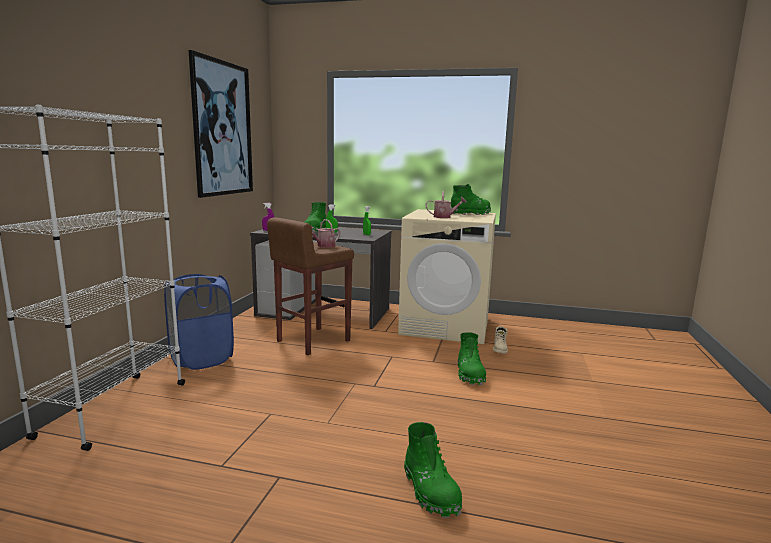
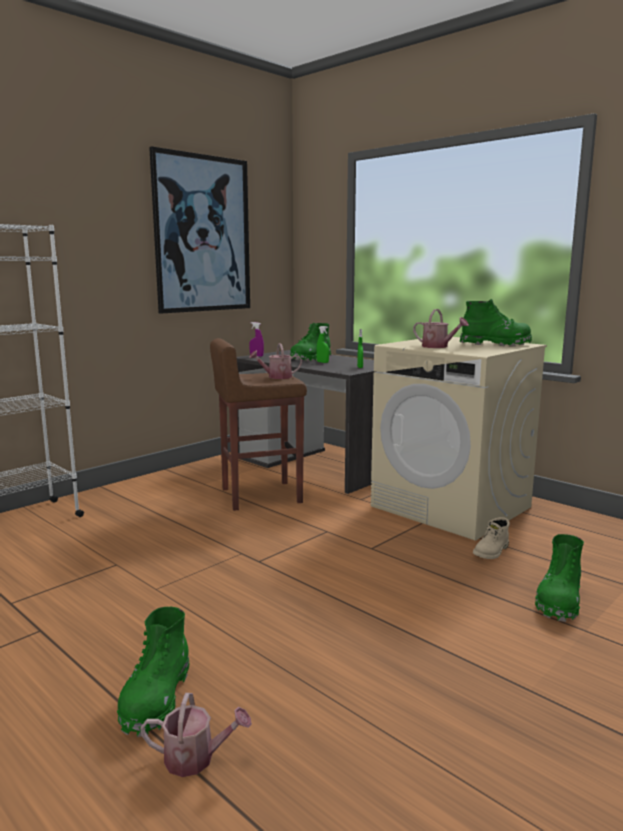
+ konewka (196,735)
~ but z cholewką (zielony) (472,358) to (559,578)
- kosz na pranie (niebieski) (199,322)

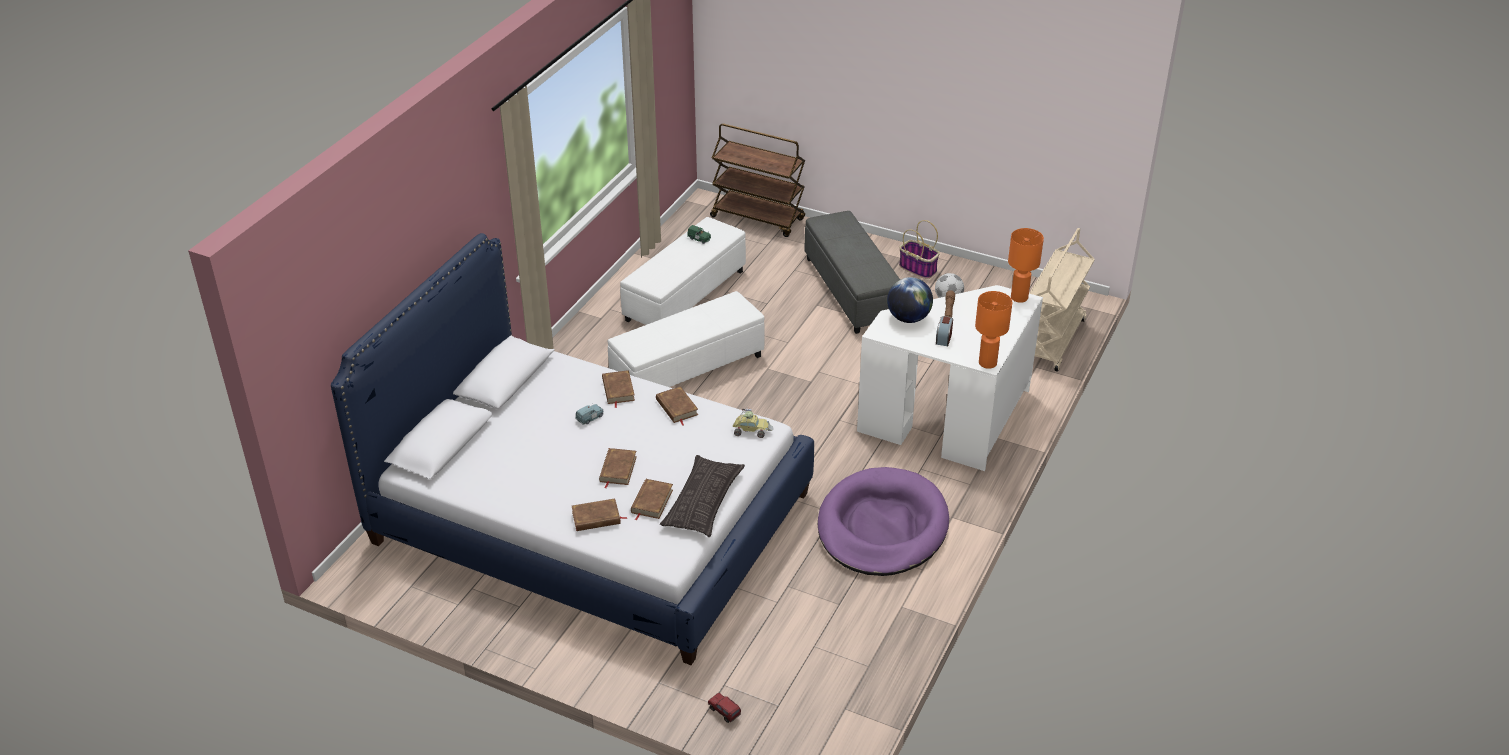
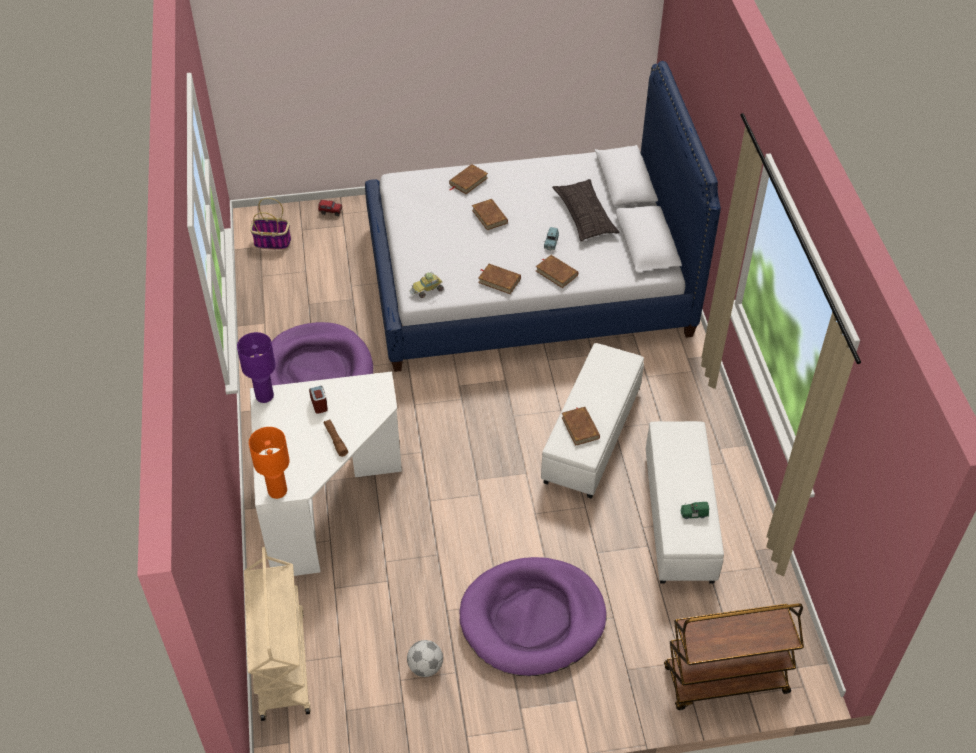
~ lampa stołowa (pomarańczowy) (993,330) to lampa stołowa (fioletowy) (256,367)
~ koszyk (919,249) to (270,224)
~ pufa (szary) (852,272) to legowisko (fioletowy) (533,616)
~ poduszka (702,496) to (586,210)
~ książka (brązowy) (652,499) to (581,426)
- globus (910,300)

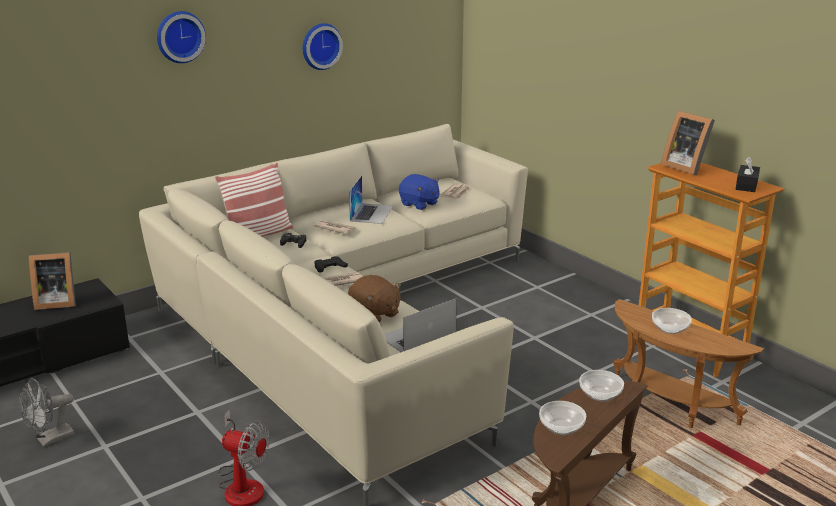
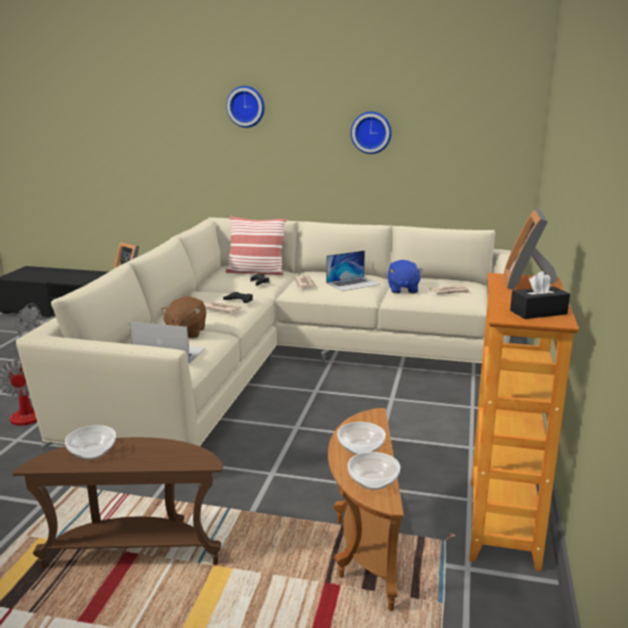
~ miska (601,385) to (374,471)

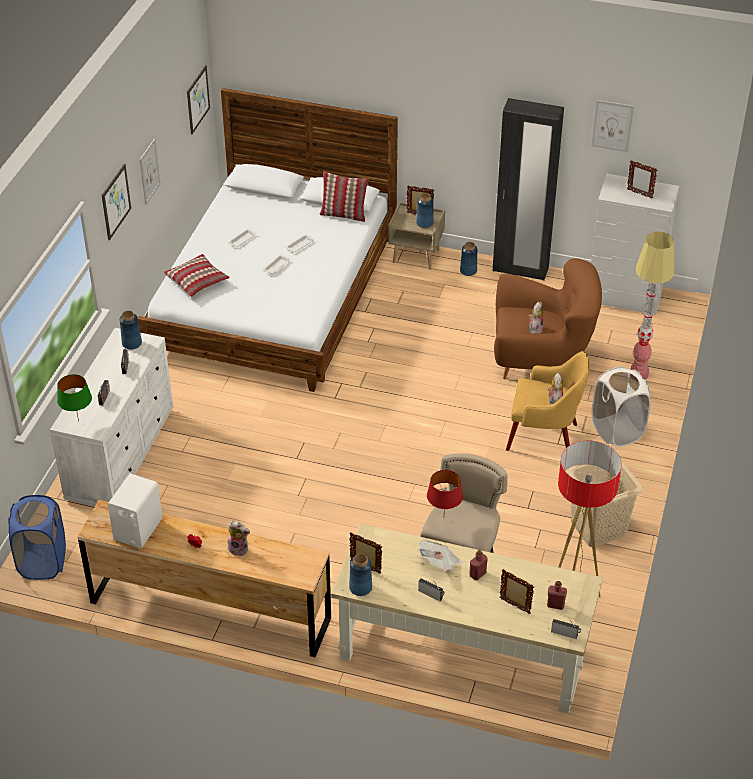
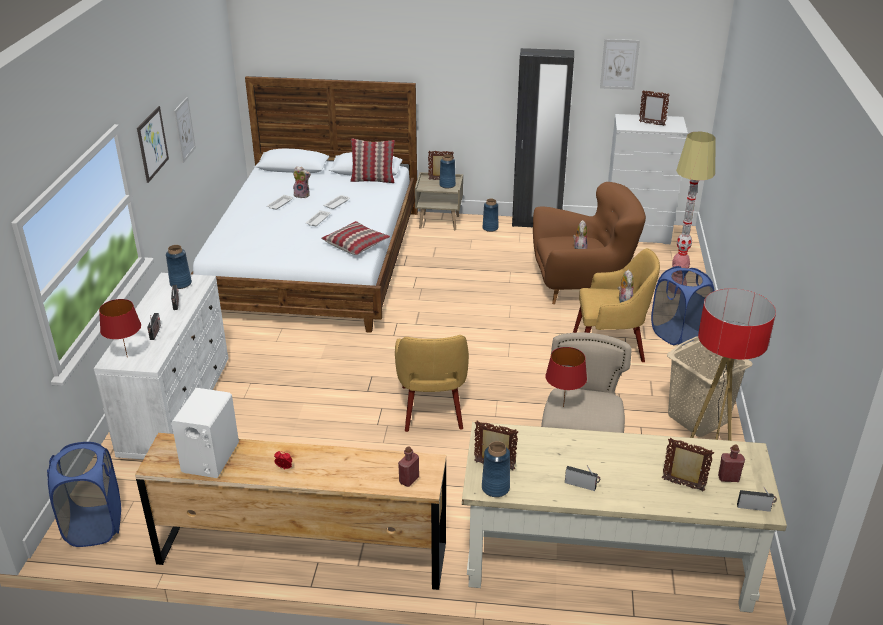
~ lampa stołowa (zielony) (74,398) to lampa stołowa (czerwony) (120,327)
~ pluszak (238,538) to (302,182)
~ poduszka (196,275) to (355,238)
+ fotel (żółty) (432,383)
~ butelka (czerwony) (478,565) to (408,466)
~ kosz na pranie (biały) (621,406) to kosz na pranie (niebieski) (682,305)
- obraz (198,99)
- gazeta (440,555)

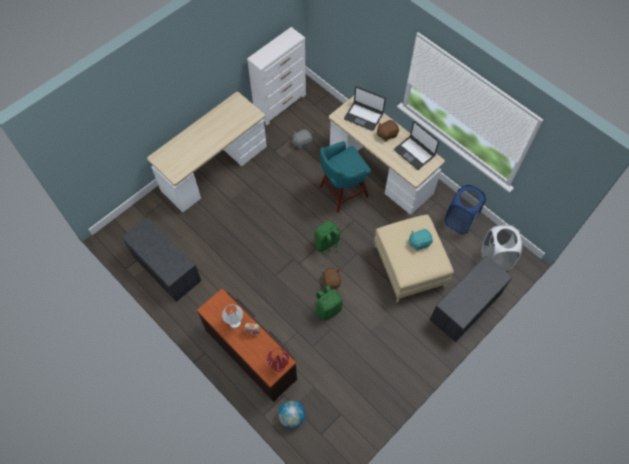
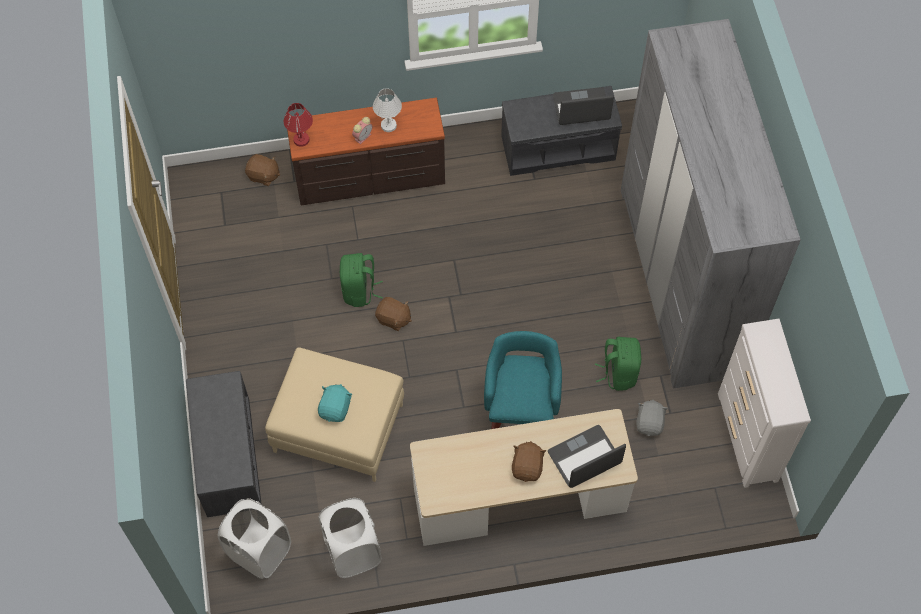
~ globus (291,414) to pluszak (brązowy) (262,170)
~ kosz na pranie (niebieski) (465,209) to kosz na pranie (biały) (350,538)
~ laptop (416,145) to (583,106)
~ plecak (zielony) (327,239) to (618,364)
~ biurko (207,152) to szafa (szary) (711,203)

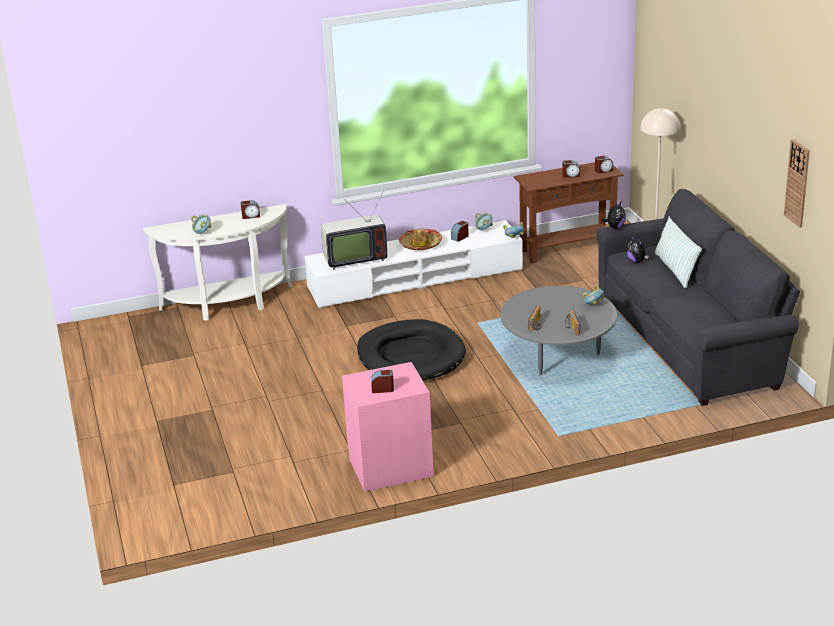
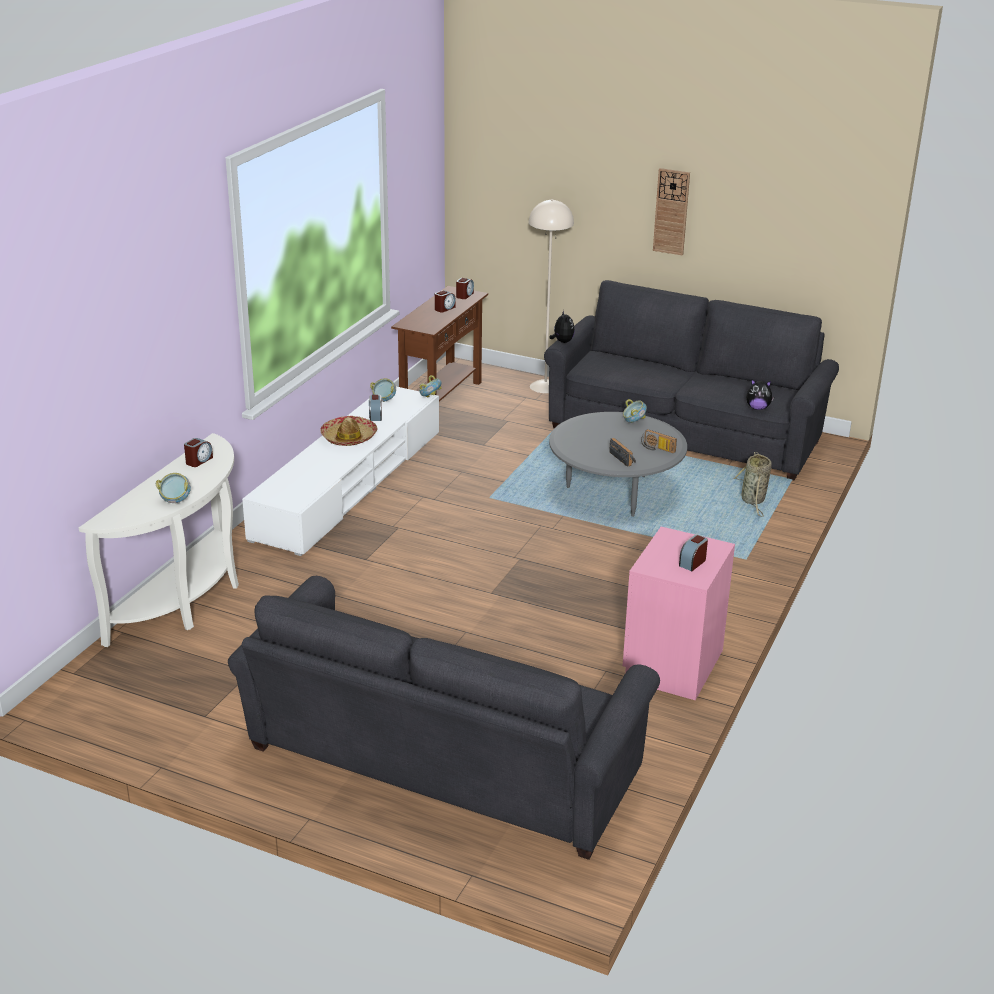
+ kanapa (szary) (444,718)
~ zegar ścienny (797,183) to (671,212)
+ koszyk (753,484)
~ pluszak (637,249) to (760,394)
- telewizor (354,231)
- legowisko (czarny) (411,349)
- poduszka (678,252)

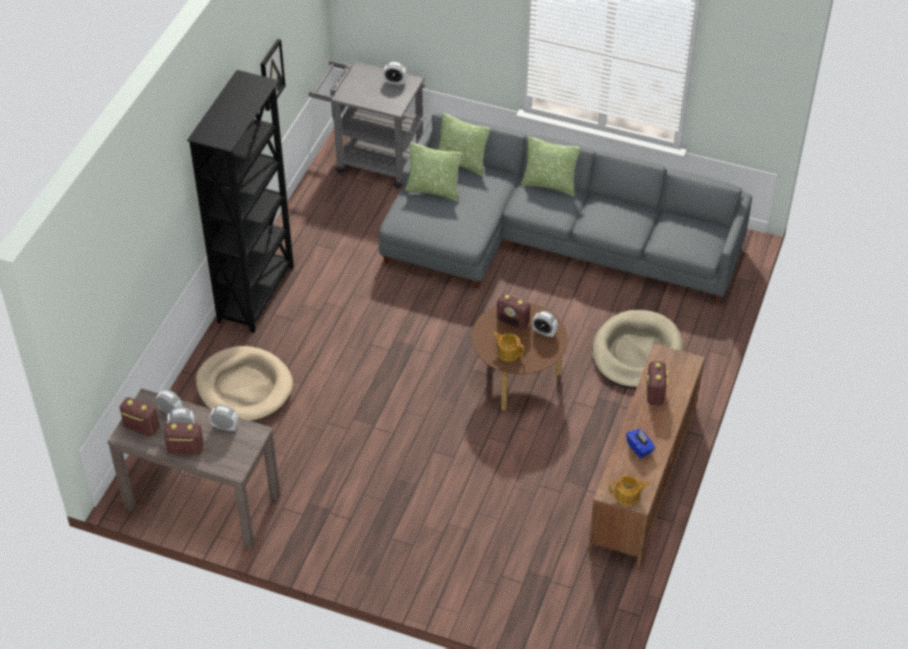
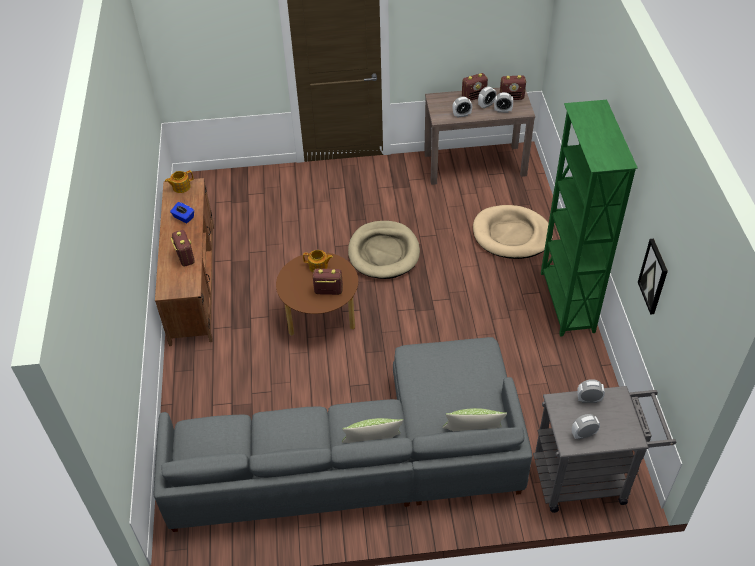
~ legowisko (beżowy) (637,349) to (384,250)
~ regał (czarny) (240,201) to regał (zielony) (589,218)
~ budzik (545,324) to (591,391)
- poduszka (434,172)

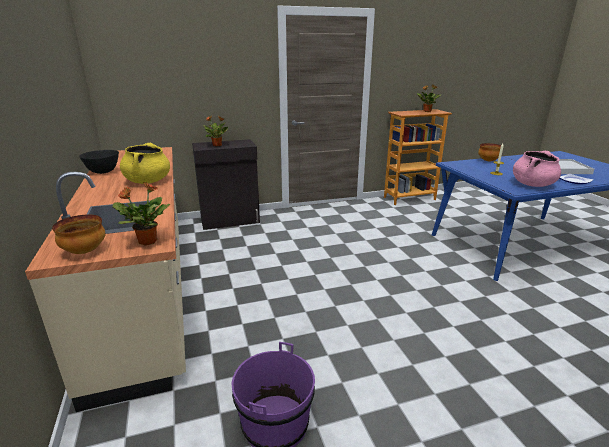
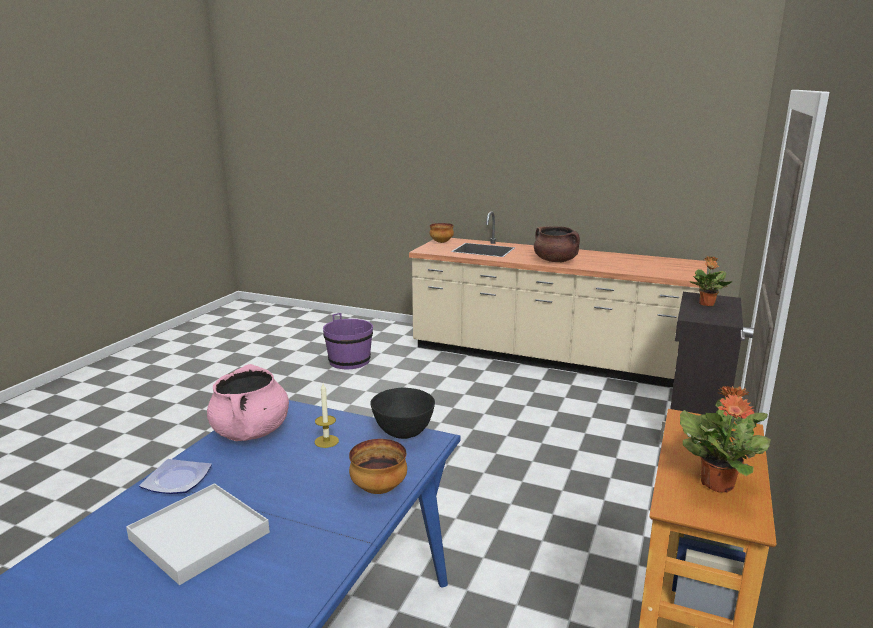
~ miska (czarny) (99,162) to (402,413)
~ garnek (żółty) (145,163) to garnek (brązowy) (557,244)
- roślina doniczkowa (142,213)

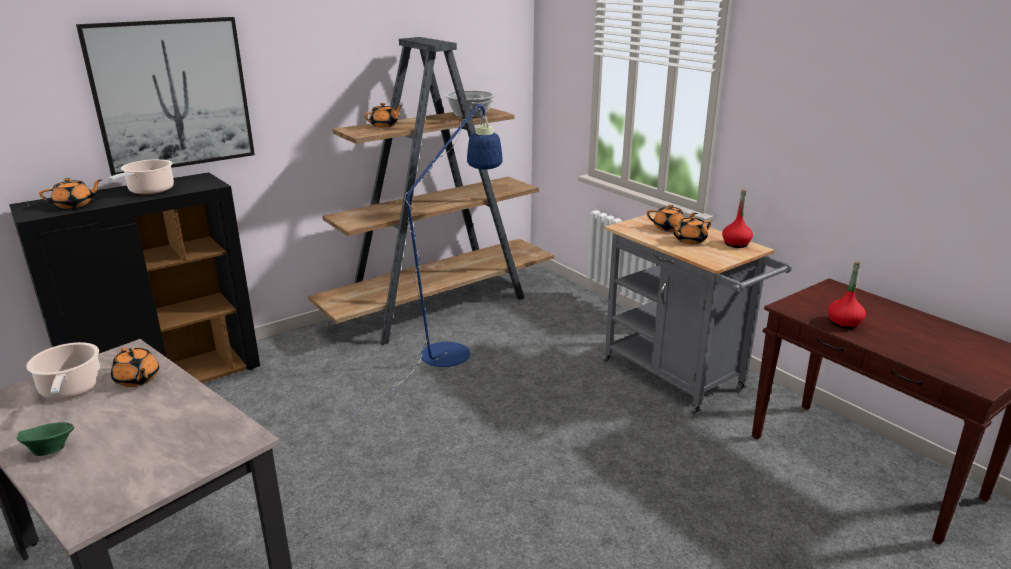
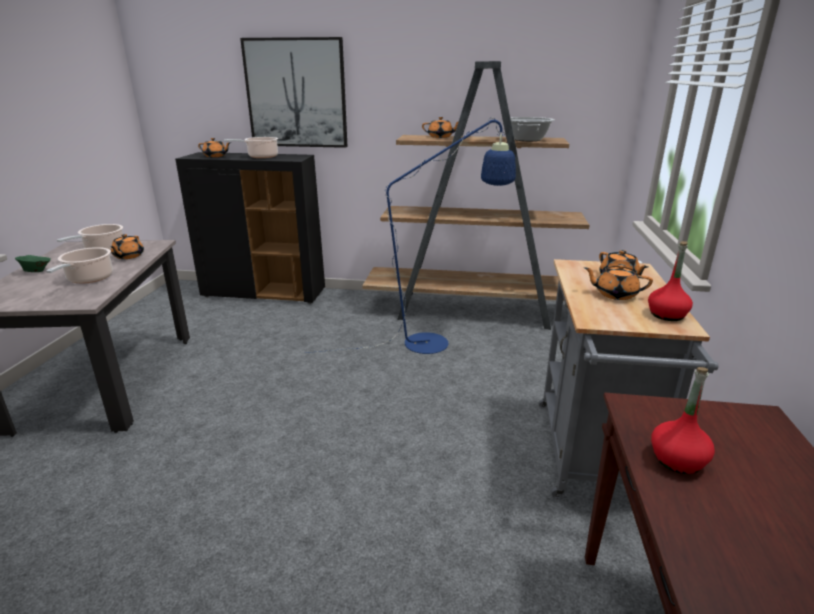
+ garnek (79,265)

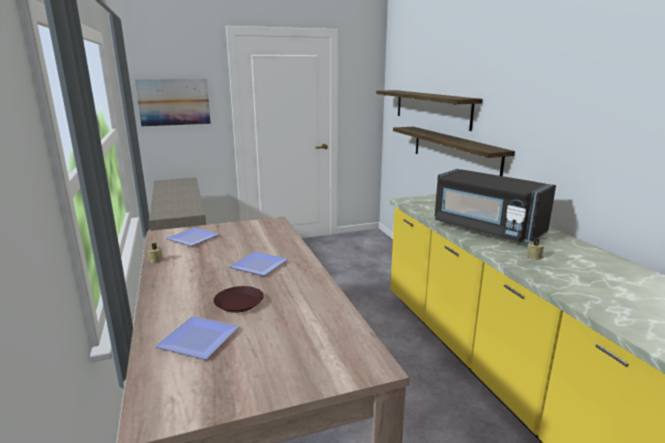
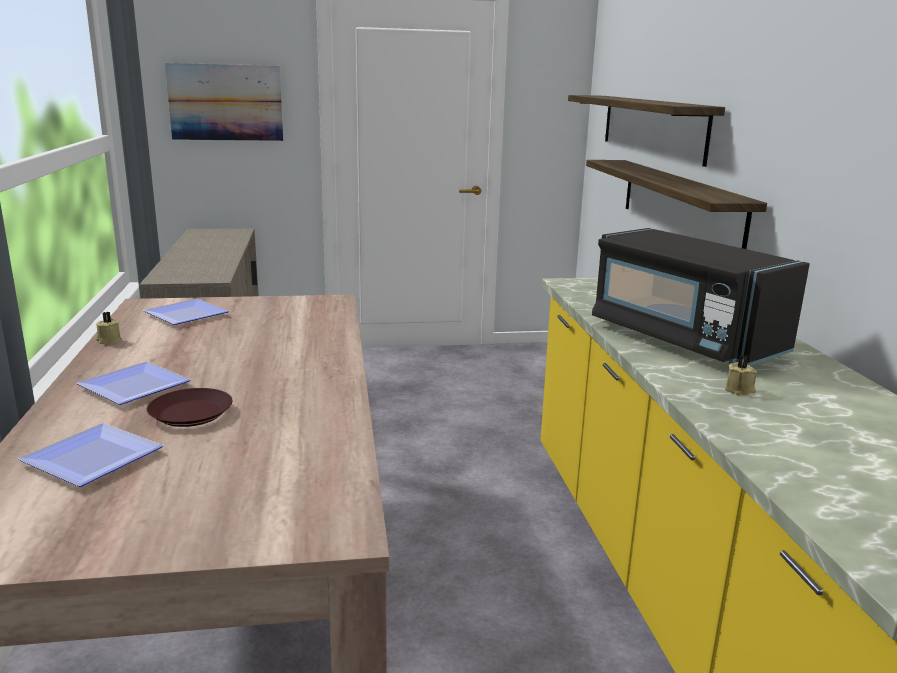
~ talerz (258,264) to (133,383)

